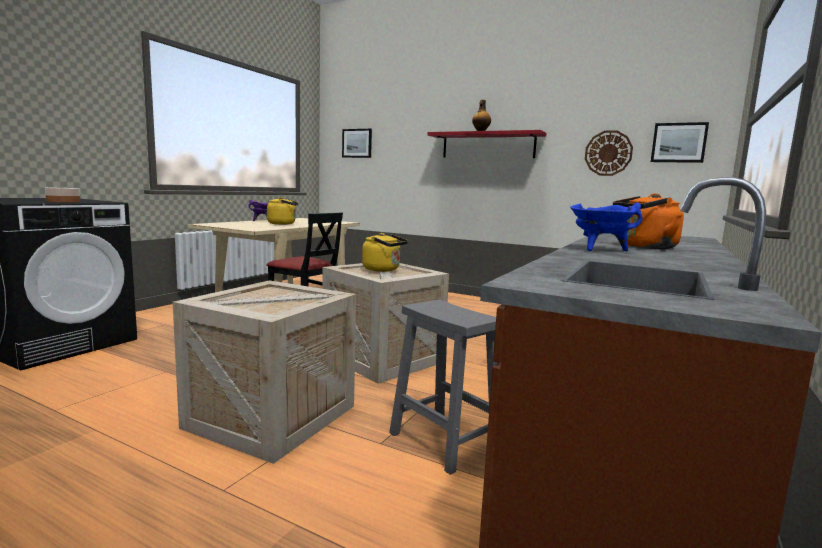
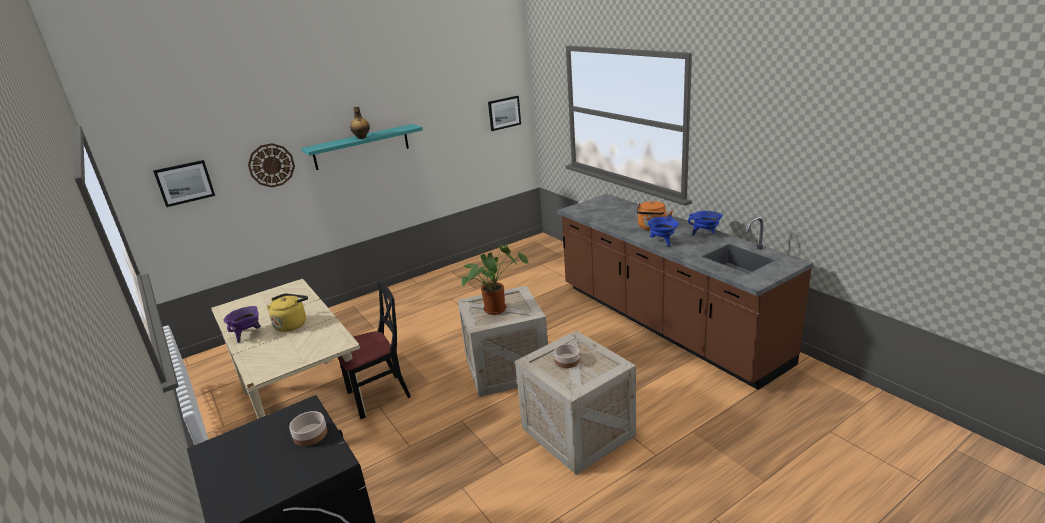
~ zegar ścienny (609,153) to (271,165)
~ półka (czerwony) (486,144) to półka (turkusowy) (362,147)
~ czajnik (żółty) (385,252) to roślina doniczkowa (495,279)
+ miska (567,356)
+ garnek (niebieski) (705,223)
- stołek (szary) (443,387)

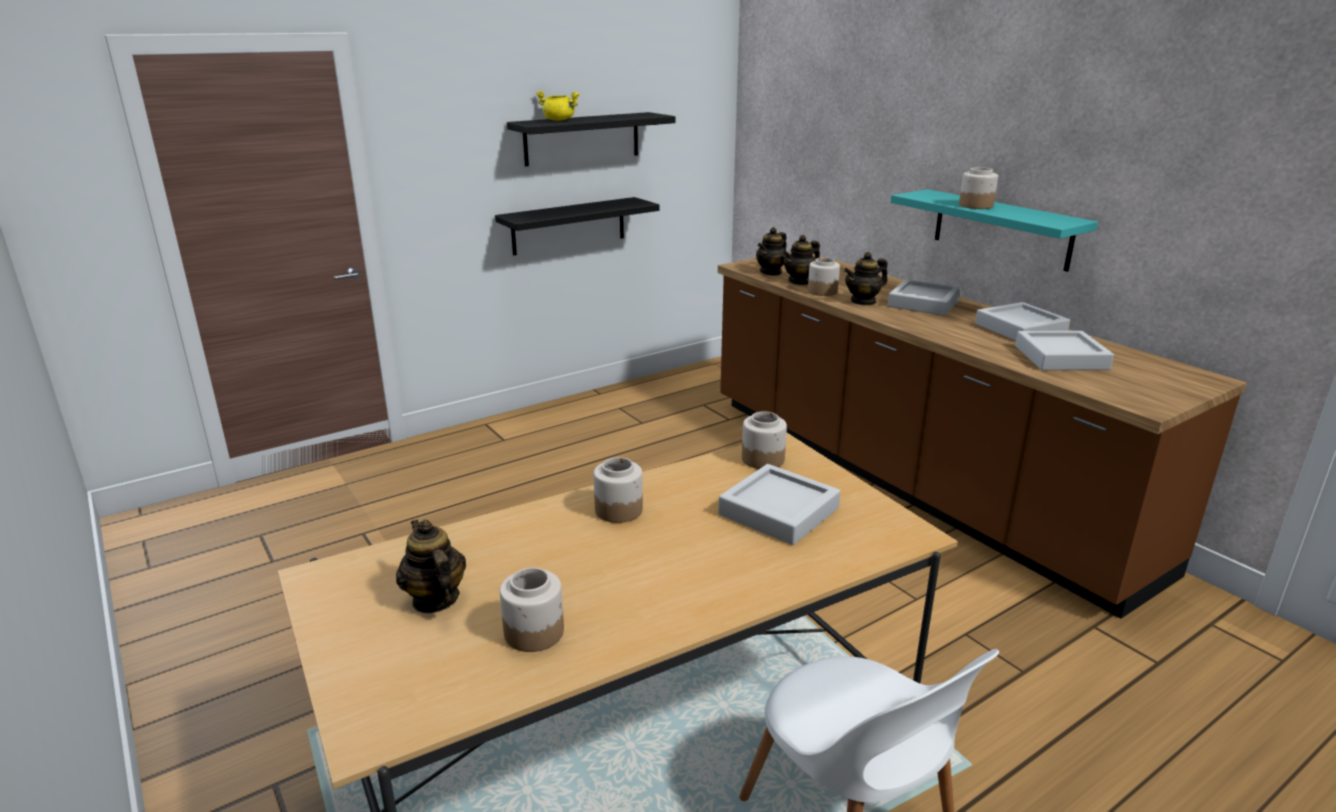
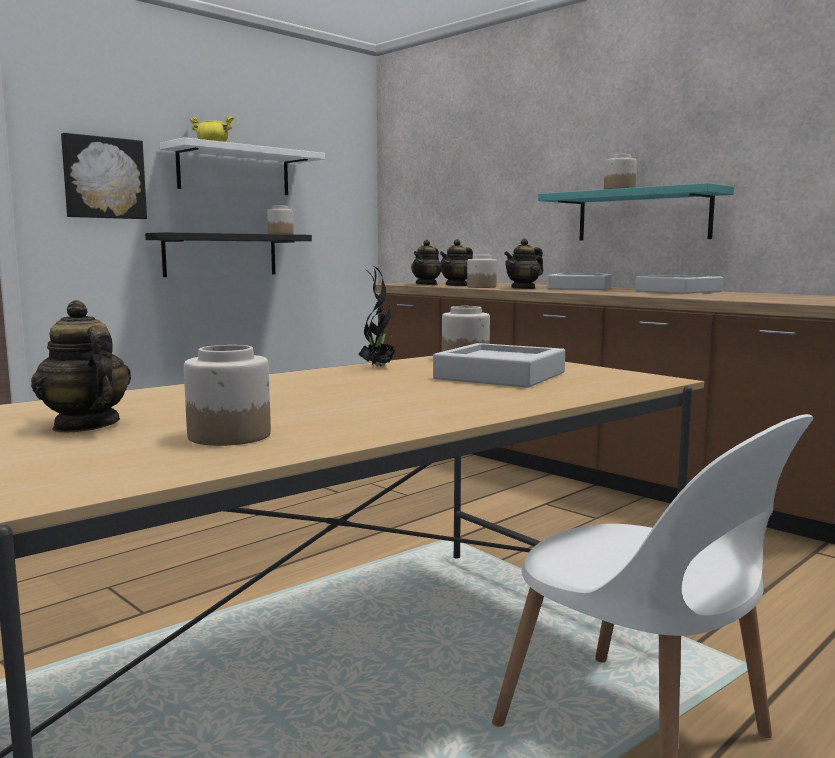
+ obraz (104,176)
~ półka (czarny) (591,139) to półka (biały) (242,166)
~ słoik (618,490) to (280,219)
+ roślina doniczkowa (376,316)
- taca (szary) (1064,350)

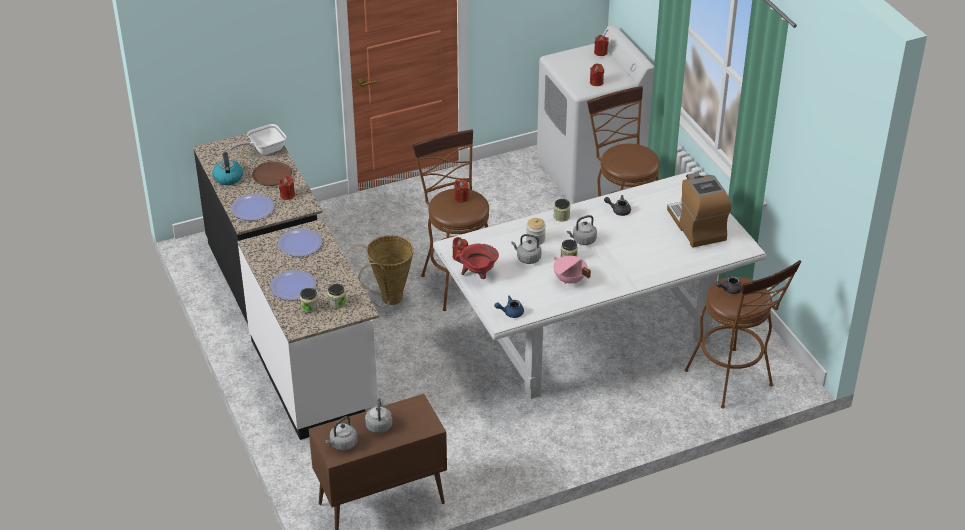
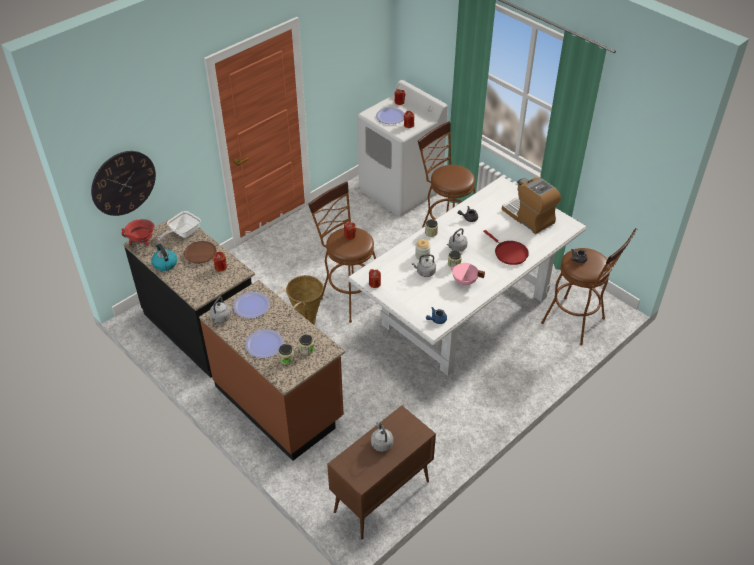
+ zegar ścienny (123,183)
~ garnek (czerwony) (477,261) to (138,232)
~ zabudowa kuchenna (biały) (308,329) to zabudowa kuchenna (brązowy) (272,370)
~ czajnik (szary) (341,433) to (220,309)
~ talerz (252,207) to (390,115)
+ patelnia (czerwony) (506,247)

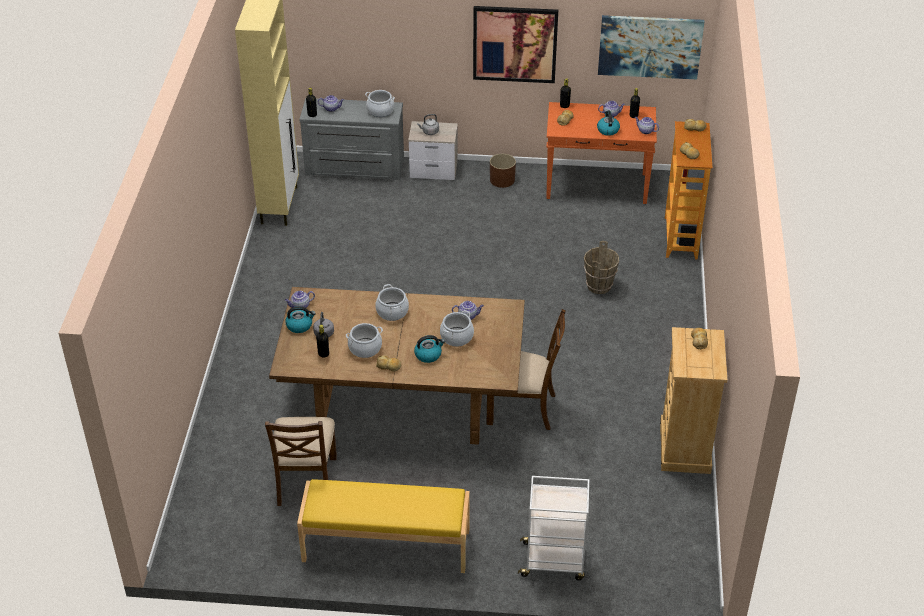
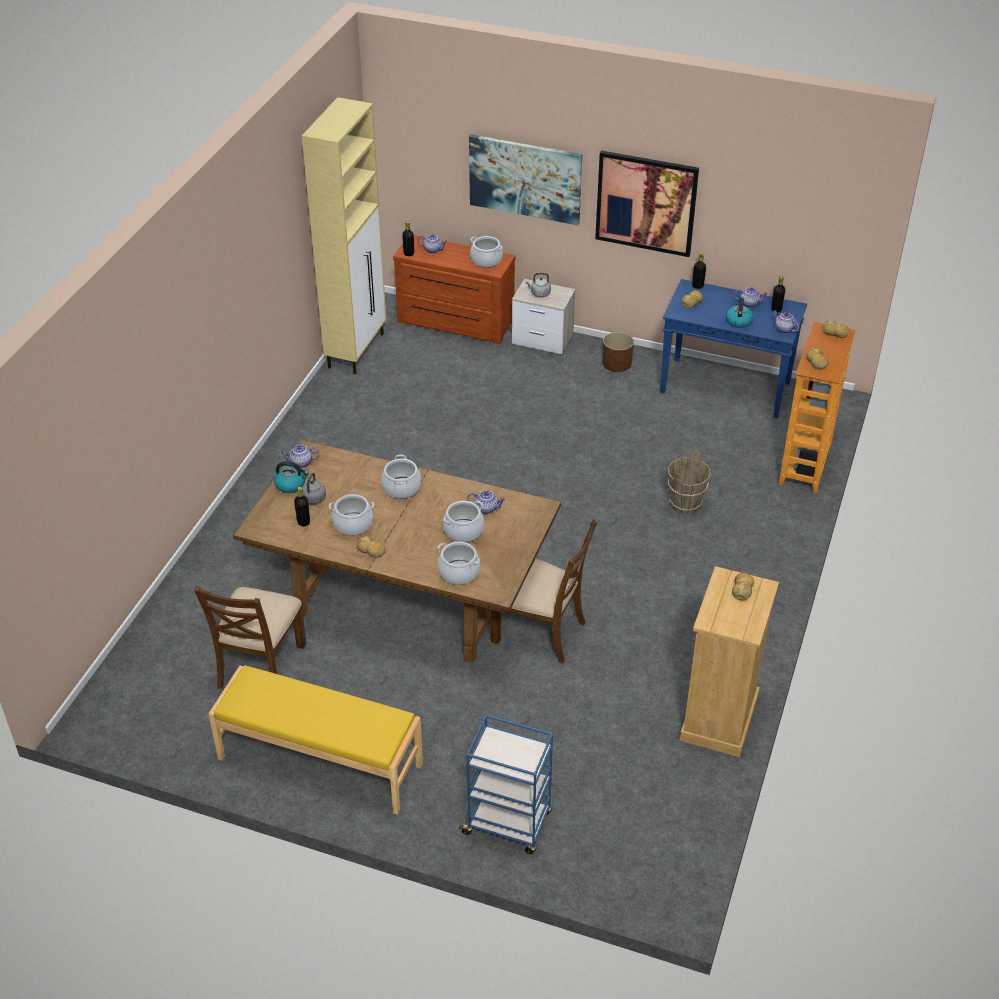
~ komoda (szary) (351,139) to komoda (brązowy) (454,290)
+ garnek (459,563)
~ wózek (biały) (553,528) to wózek (niebieski) (505,784)
~ obraz (651,47) to (525,179)
~ stolik konsolowy (pomarańczowy) (601,153) to stolik konsolowy (niebieski) (733,348)
- czajnik (429,349)

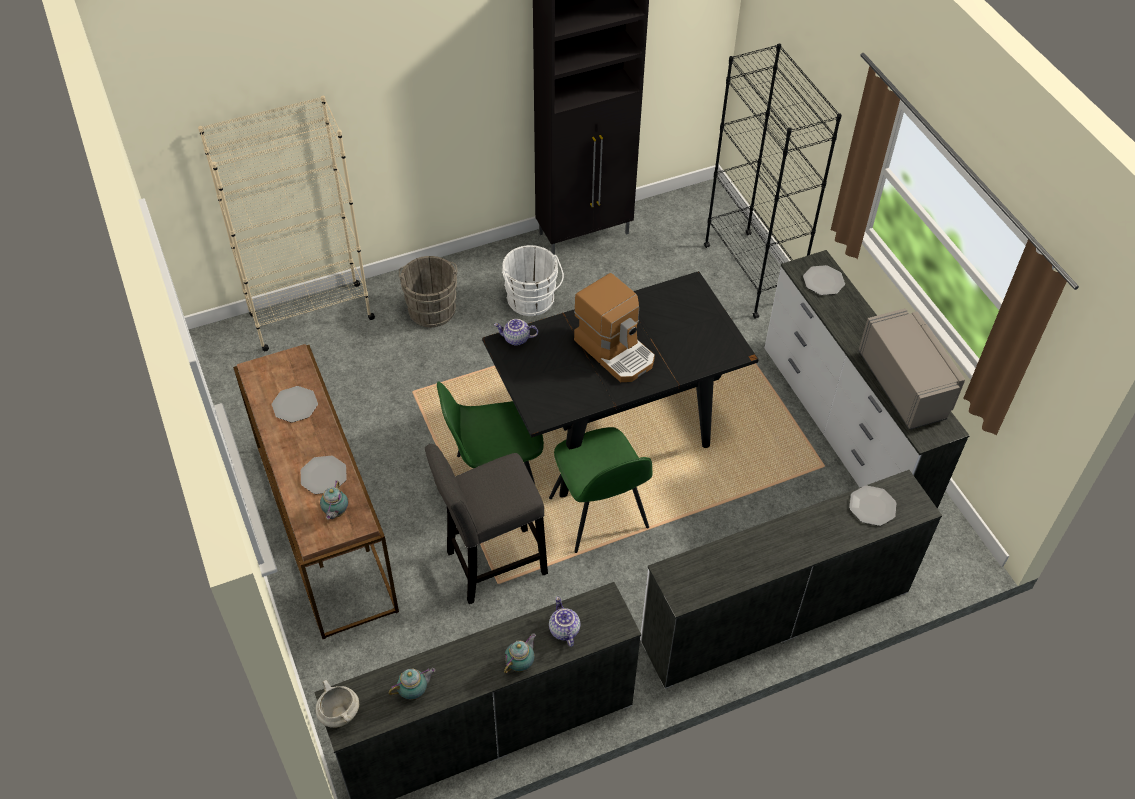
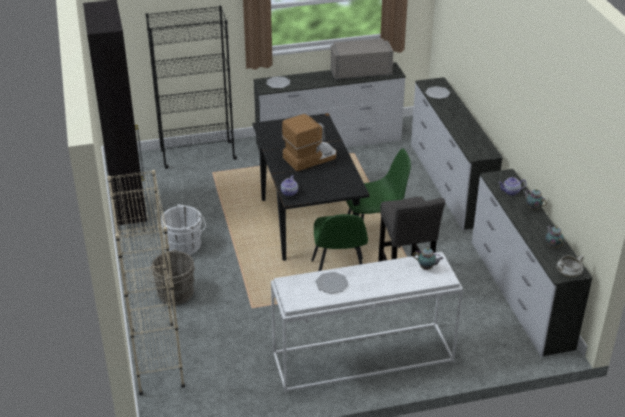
~ stolik konsolowy (brązowy) (316,491) to stolik konsolowy (biały) (367,322)
- talerz (324,475)

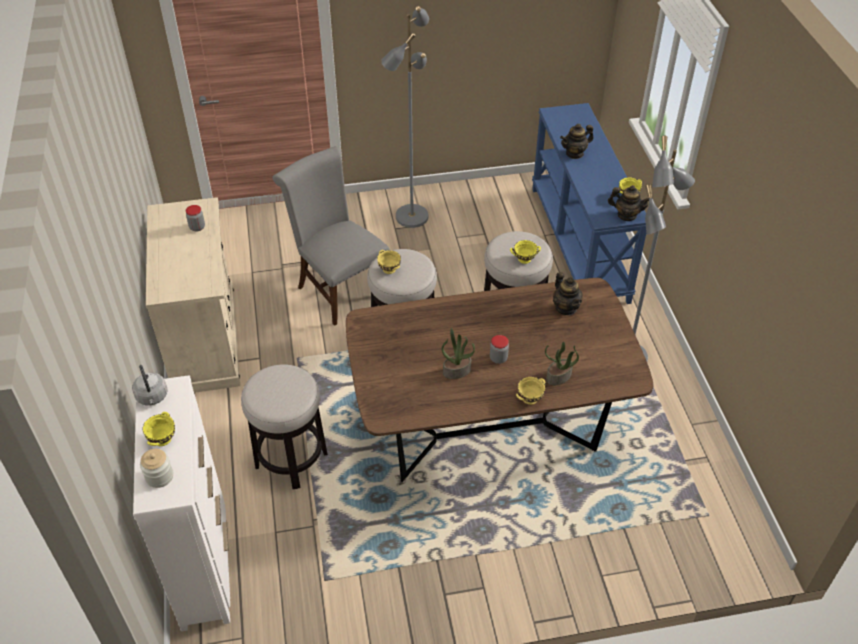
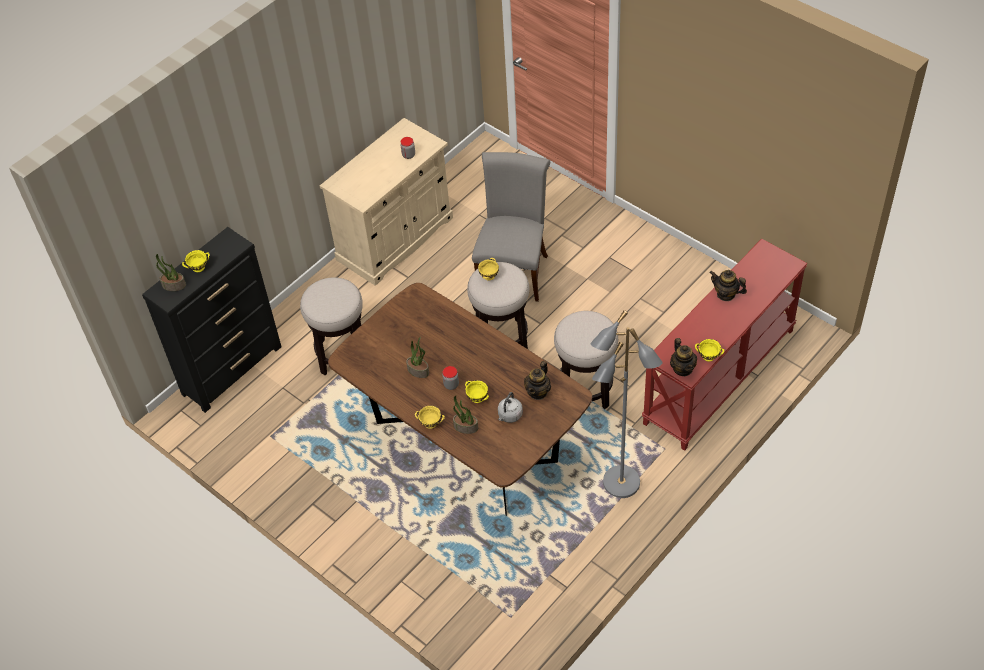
~ komoda (biały) (181,503) to komoda (czarny) (212,320)
~ słoik (156,468) to roślina doniczkowa (171,272)
~ miska (żółty) (525,252) to (477,391)
~ czajnik (szary) (150,385) to (510,407)
~ stolik konsolowy (niebieski) (589,203) to stolik konsolowy (czerwony) (725,345)
- lampa stojąca (szary) (405,117)

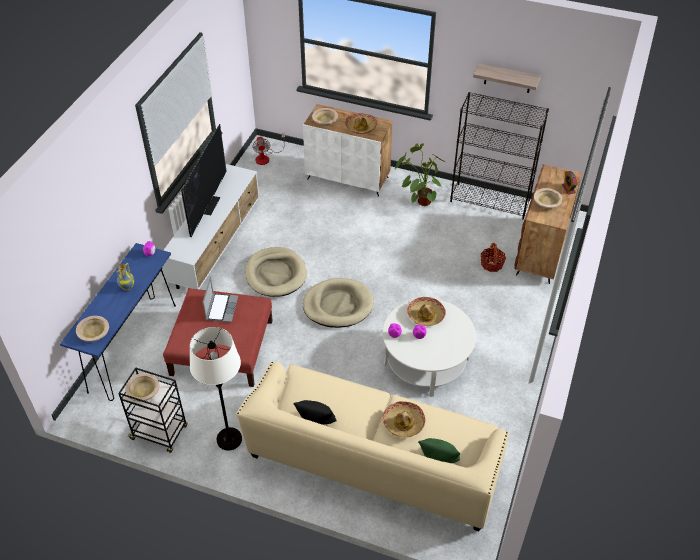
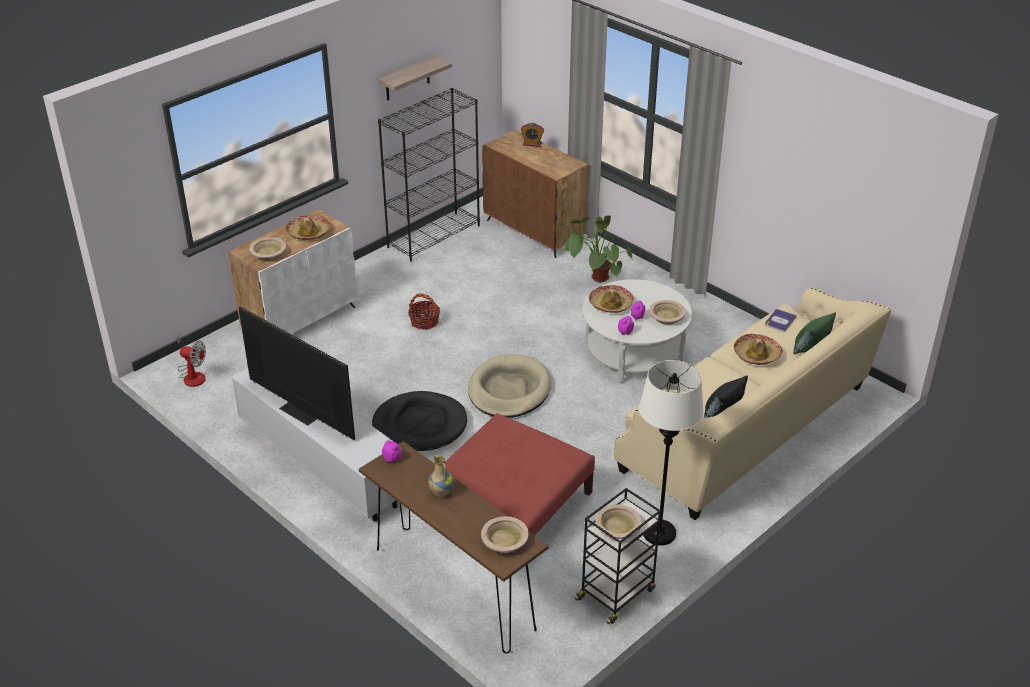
~ stolik konsolowy (niebieski) (118,322) to stolik konsolowy (brązowy) (454,547)
~ legowisko (beżowy) (276,272) to legowisko (czarny) (419,421)
~ koszyk (493,257) to (424,311)
~ roślina doniczkowa (420,174) to (592,248)
~ miska (beżowy) (548,198) to (667,312)
+ książka (781,321)
- laptop (220,299)

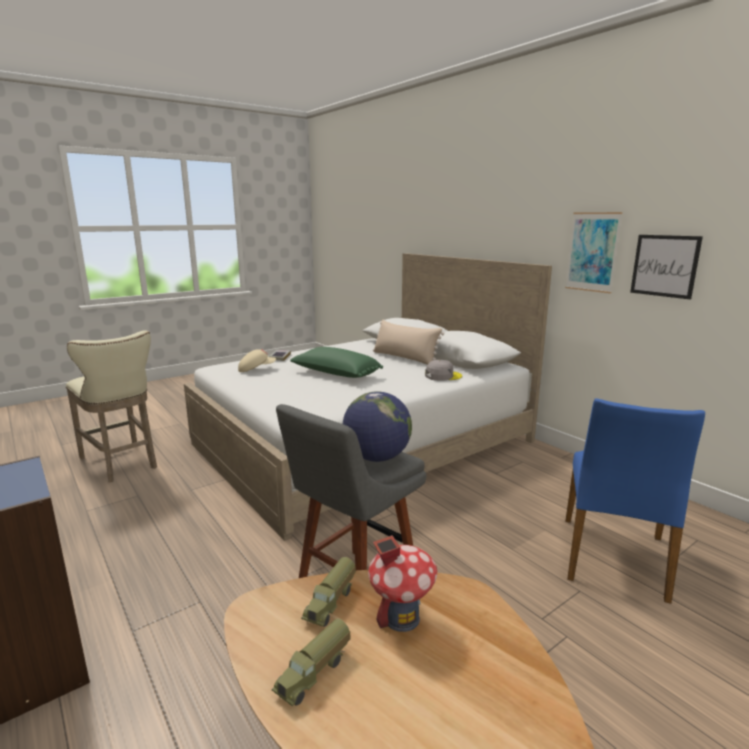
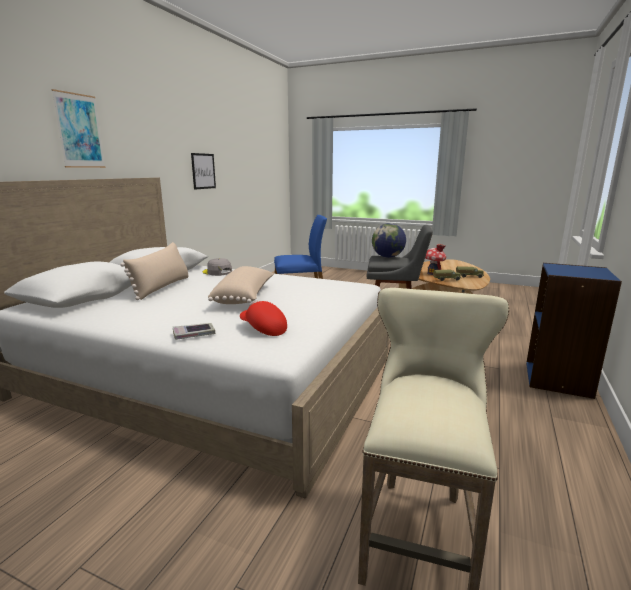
~ obraz (593,252) to (78,128)
~ poduszka (zielony) (336,362) to poduszka (beżowy) (241,285)
~ czapka z daszkiem (beżowy) (257,360) to czapka z daszkiem (czerwony) (263,318)

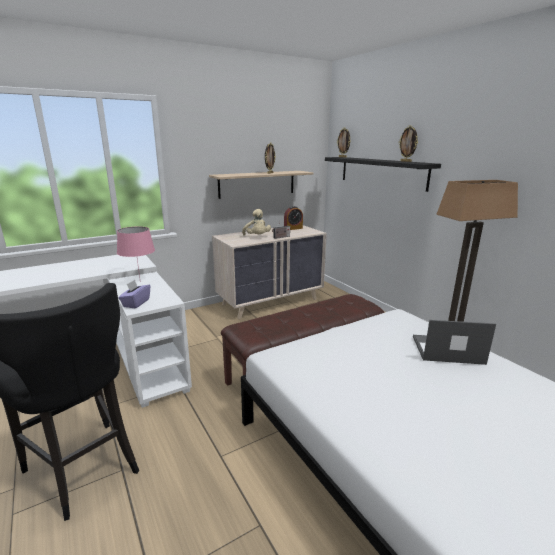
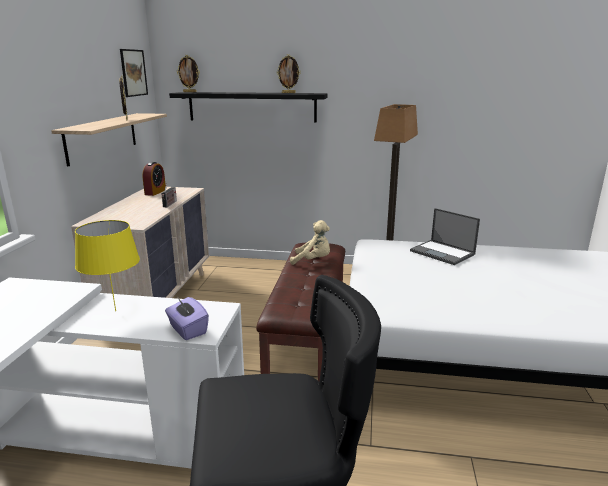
~ lampa stołowa (różowy) (136,254) to lampa stołowa (żółty) (107,265)
+ obraz (134,73)
~ pluszak (beżowy) (256,222) to (310,242)
~ laptop (454,342) = (445,236) 90 degrees counterclockwise

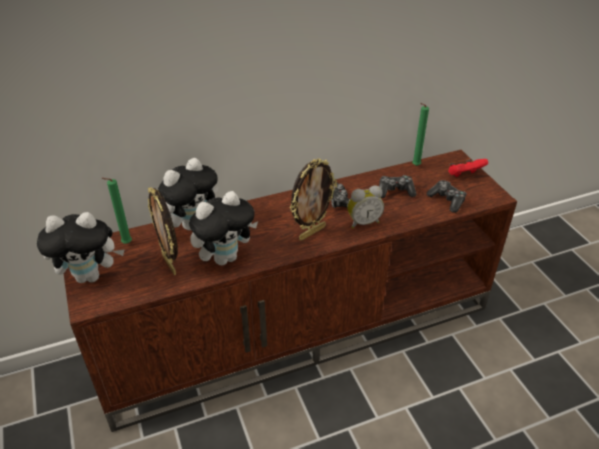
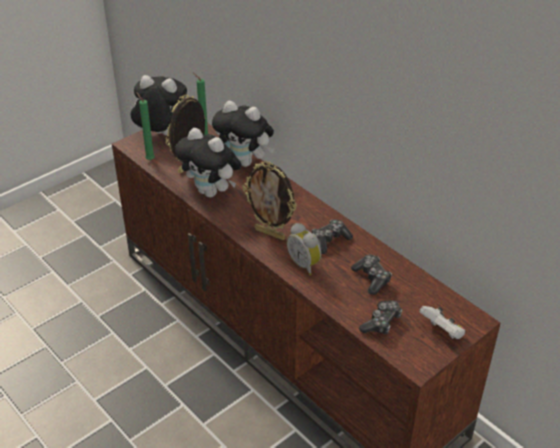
~ pluszak (81,247) = (158,105) 135 degrees clockwise
~ świeca (zielony) (420,134) to (145,126)
~ pad do gier (czerwony) (468,168) to pad do gier (biały) (442,322)

